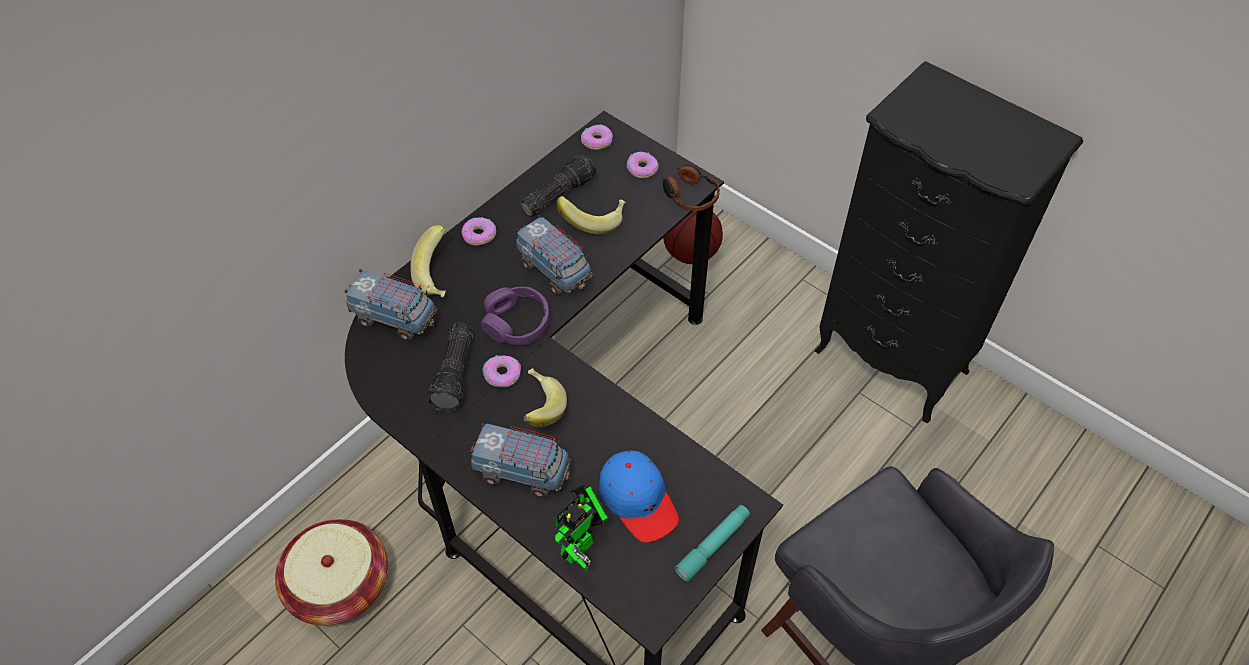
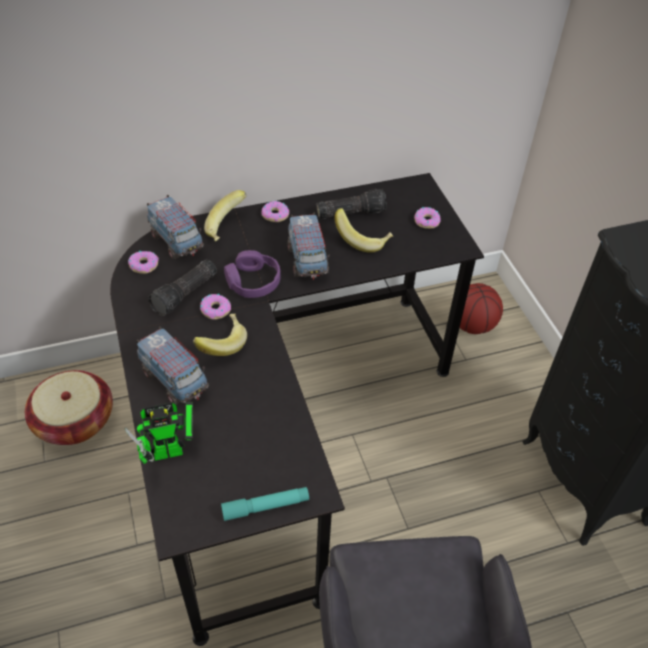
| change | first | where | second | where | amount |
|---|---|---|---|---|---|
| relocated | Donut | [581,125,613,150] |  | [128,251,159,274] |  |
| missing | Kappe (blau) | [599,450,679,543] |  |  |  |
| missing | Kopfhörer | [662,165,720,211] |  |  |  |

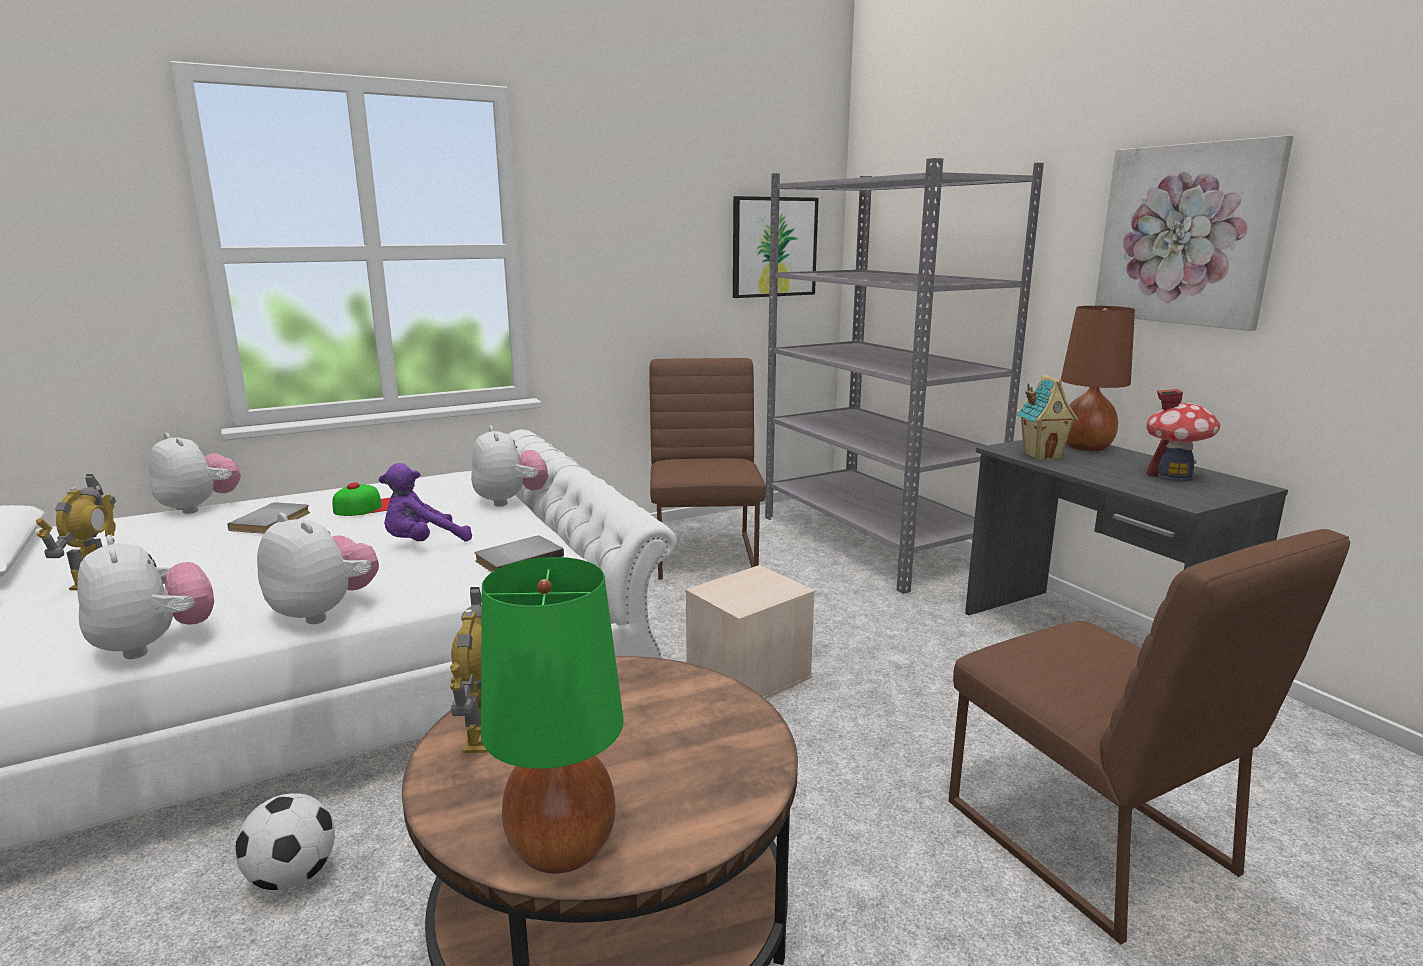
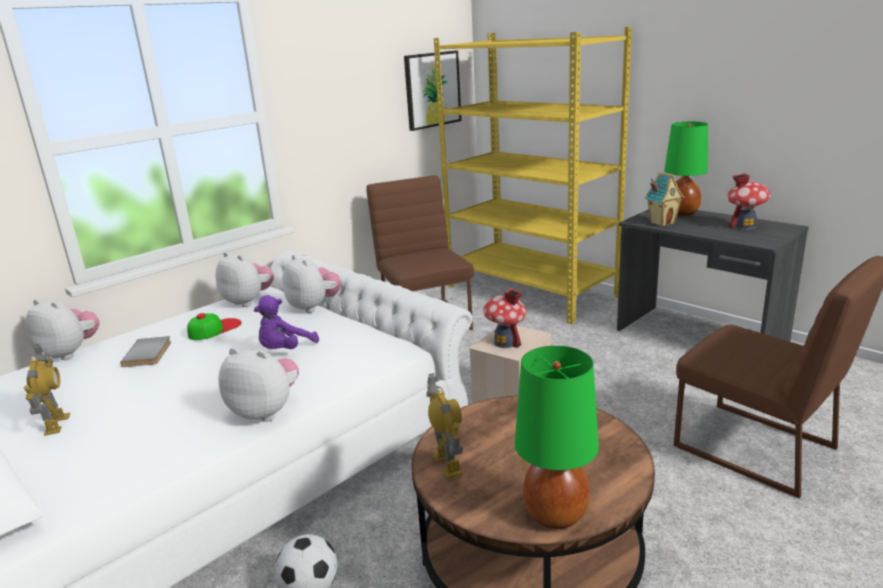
| change | first | where | second | where | amount |
|---|---|---|---|---|---|
| relocated | Plüschtier | [77,535,214,659] |  | [215,252,274,307] |  |
| missing | Buch (grau) | [475,536,564,572] |  |  |  |
| colour | Bücherregal (grau) | [765,158,1044,594] | Bücherregal (gelb) | [434,27,632,324] |  |
| colour | Tischlampe (braun) | [1061,306,1135,451] | Tischlampe (grün) | [664,122,708,216] |  |
| missing | Bild | [1095,135,1293,331] |  |  |  |
| appeared |  |  | Spielzeughaus | [483,288,526,348] |  |

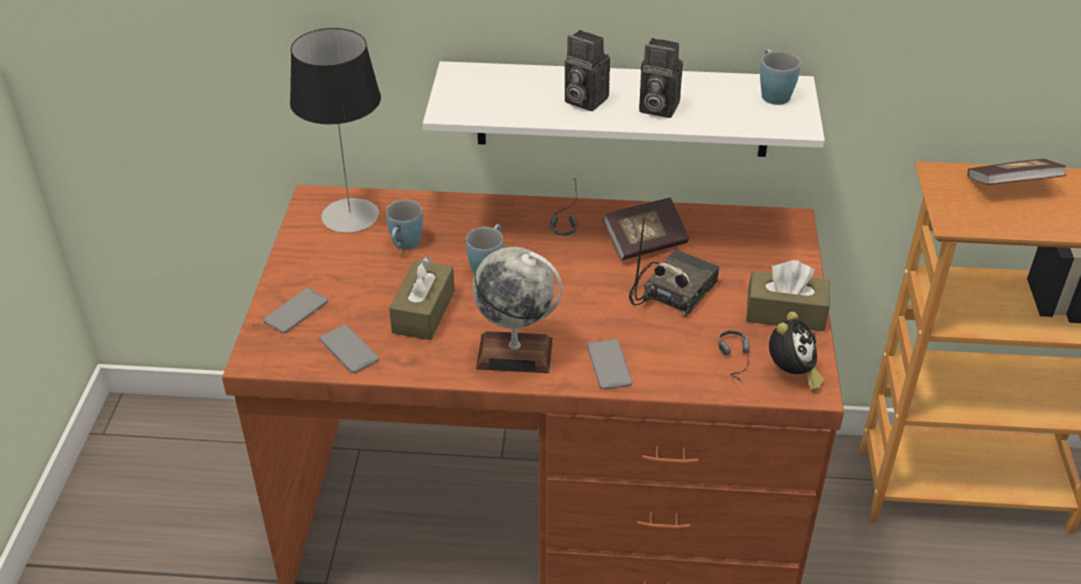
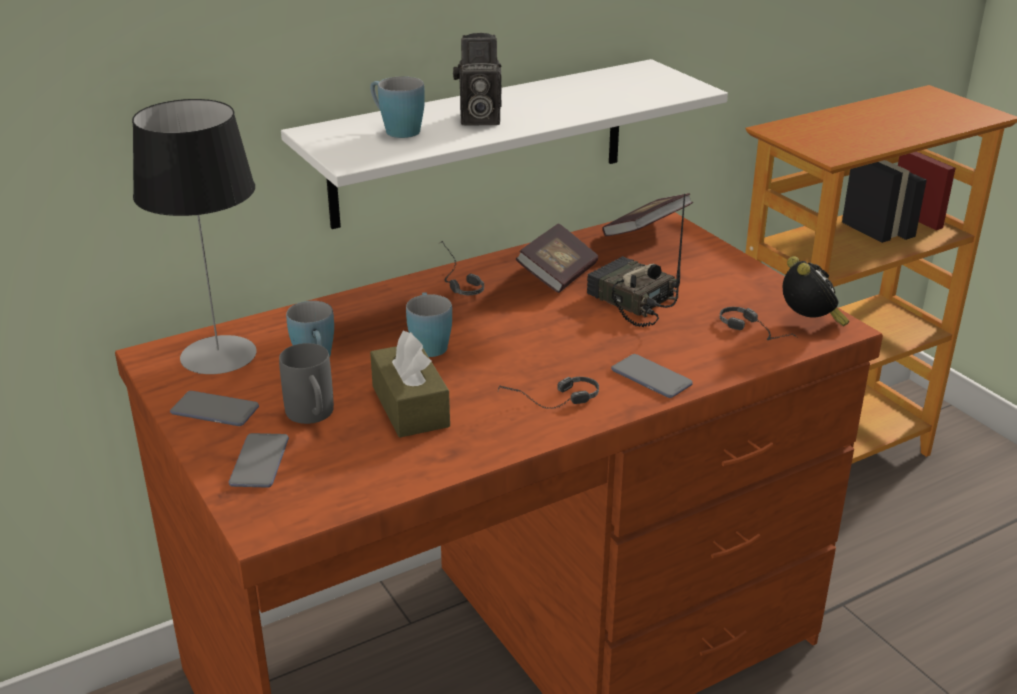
| change | first | where | second | where | amount |
|---|---|---|---|---|---|
| relocated | Handy | [319,325,379,373] |  | [170,391,259,426] |  |
| exchanged | Globus | [472,247,562,373] | Kopfhörer | [498,377,599,409] |  |
| spun | Radio | [629,217,719,317] |  | [587,194,685,327] | 45 degrees counterclockwise |
| missing | Kamera | [639,38,683,118] |  |  |  |
| missing | Taschentuchbox (braun) | [746,260,830,331] |  |  |  |
| relocated | Henkelbecher (blau) | [760,49,801,105] |  | [370,76,425,138] |  |
| relocated | Buch | [968,159,1067,185] |  | [602,193,693,236] |  |
| appeared |  |  | Henkelbecher (grau) | [279,343,334,424] |  |

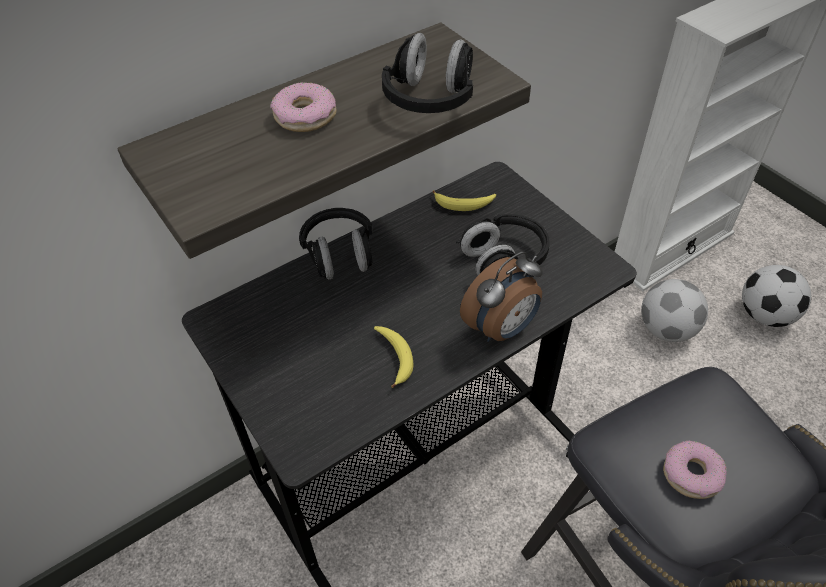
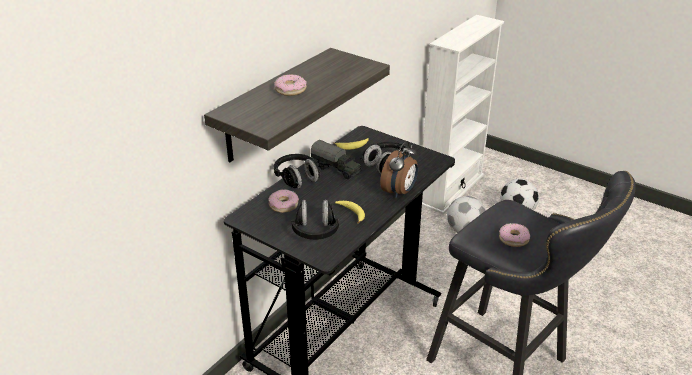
| change | first | where | second | where | amount |
|---|---|---|---|---|---|
| relocated | Kopfhörer (schwarz) | [382,33,473,113] |  | [292,200,339,240] |  |
| appeared |  |  | Donut | [268,189,299,213] |  |
| appeared |  |  | Spielzeuglaster | [310,140,362,179] |  |

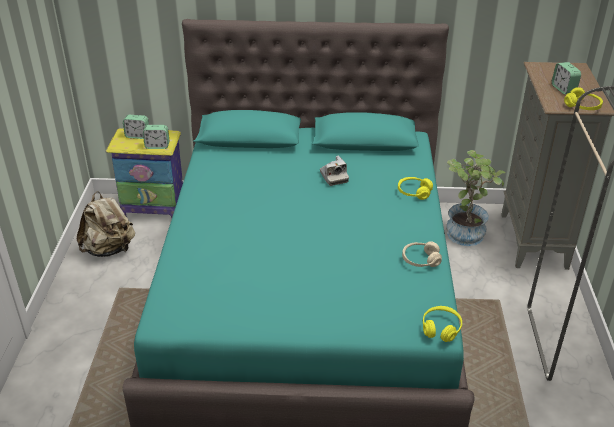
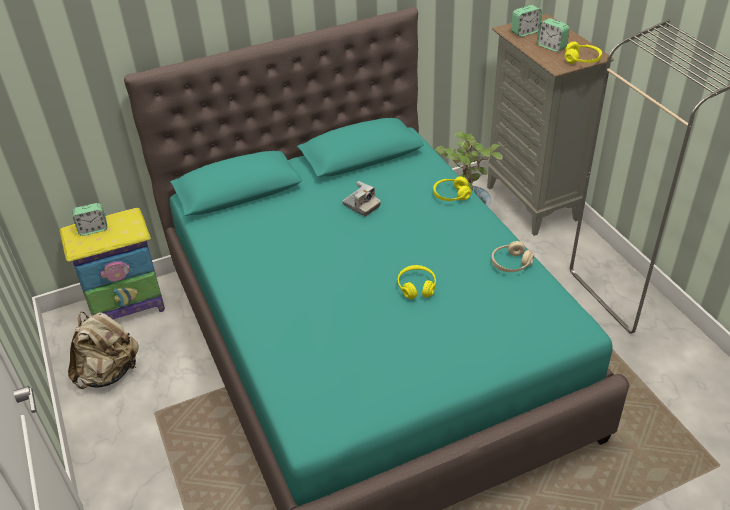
| change | first | where | second | where | amount |
|---|---|---|---|---|---|
| relocated | Wecker | [143,125,170,149] |  | [511,5,542,37] |  |
| relocated | Kopfhörer (gelb) | [423,306,462,342] |  | [397,265,436,299] |  |

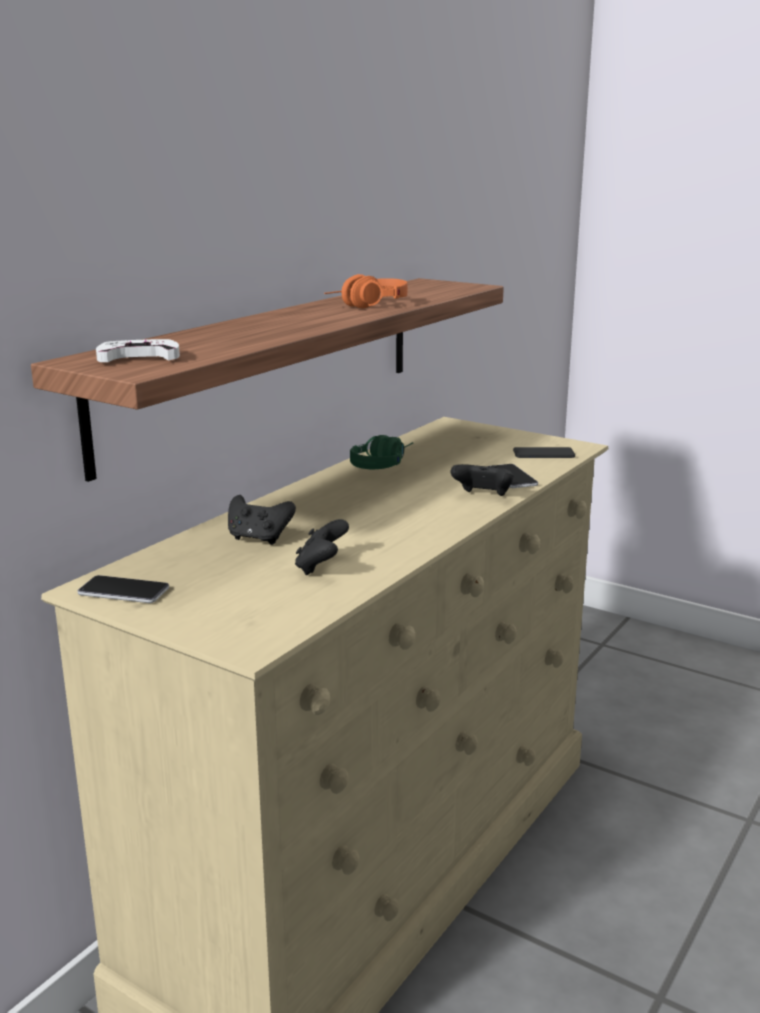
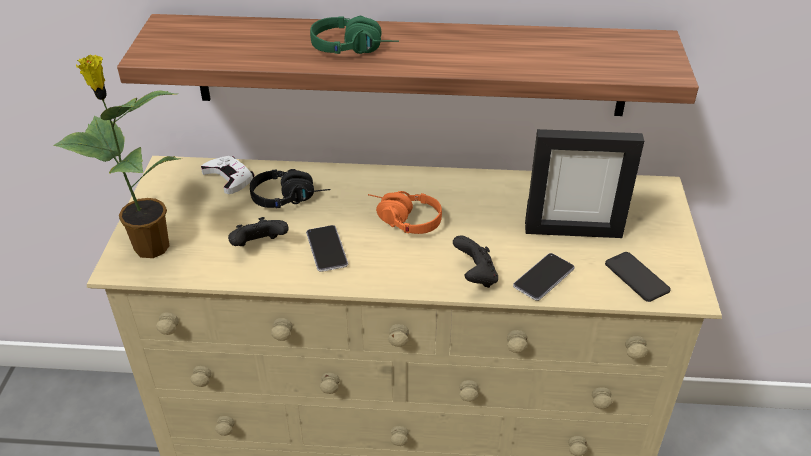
| change | first | where | second | where | amount |
|---|---|---|---|---|---|
| relocated | Handy | [78,575,169,603] |  | [306,225,348,272] |  |
| relocated | Gamepad (weiß) | [96,339,180,362] |  | [201,156,254,194] |  |
| exchanged | Gamepad (schwarz) | [228,495,296,545] | Kopfhörer (schwarz) | [250,169,331,208] |  |
| relocated | Kopfhörer (orange) | [324,274,408,308] |  | [368,191,442,234] |  |
| relocated | Kopfhörer (grün) | [350,435,413,469] |  | [310,16,399,54] |  |
| appeared |  |  | Topfpflanze | [53,55,182,258] |  |
| appeared |  |  | Bilderrahmen | [525,129,644,238] |  |

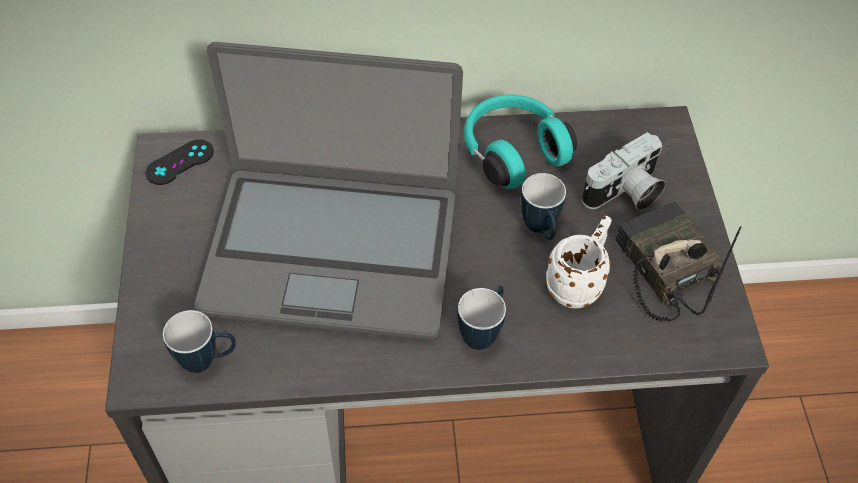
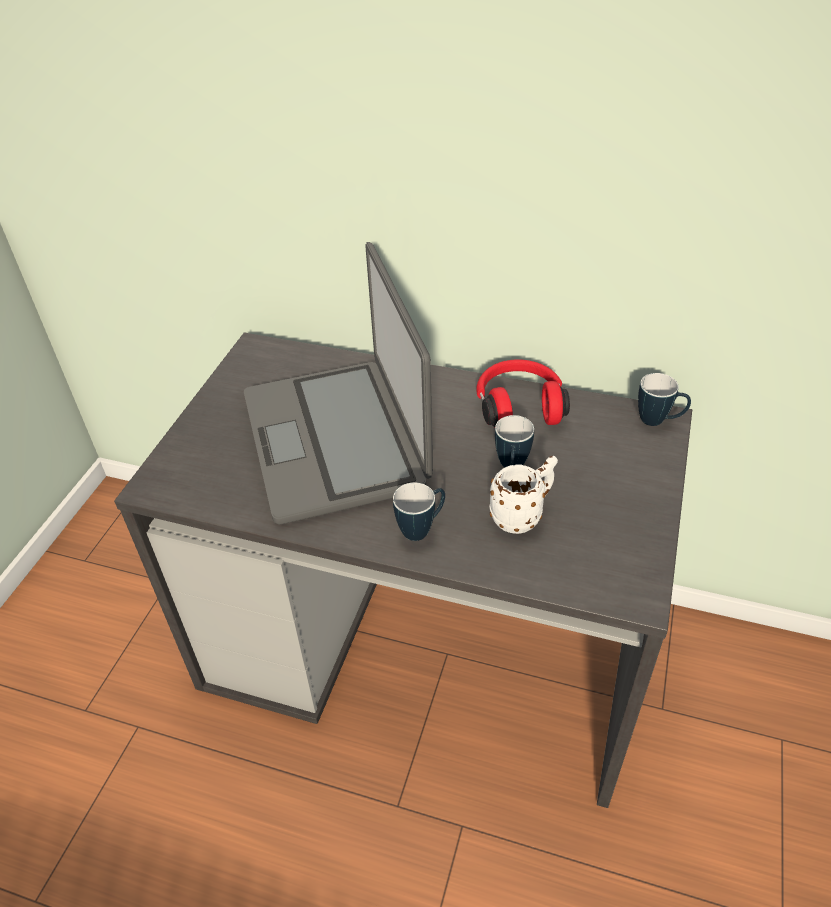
| change | first | where | second | where | amount |
|---|---|---|---|---|---|
| missing | Gamepad (schwarz) | [146,139,214,185] |  |  |  |
| relocated | Henkelbecher | [163,310,236,373] |  | [638,373,691,426] |  |
| spun | Laptop | [194,42,463,340] |  | [244,242,433,525] | 45 degrees clockwise |
| colour | Kopfhörer (türkis) | [464,94,577,189] | Kopfhörer (rot) | [476,359,570,427] |  |
| missing | Kamera | [582,132,666,210] |  |  |  |
| missing | Radio | [615,201,742,322] |  |  |  |

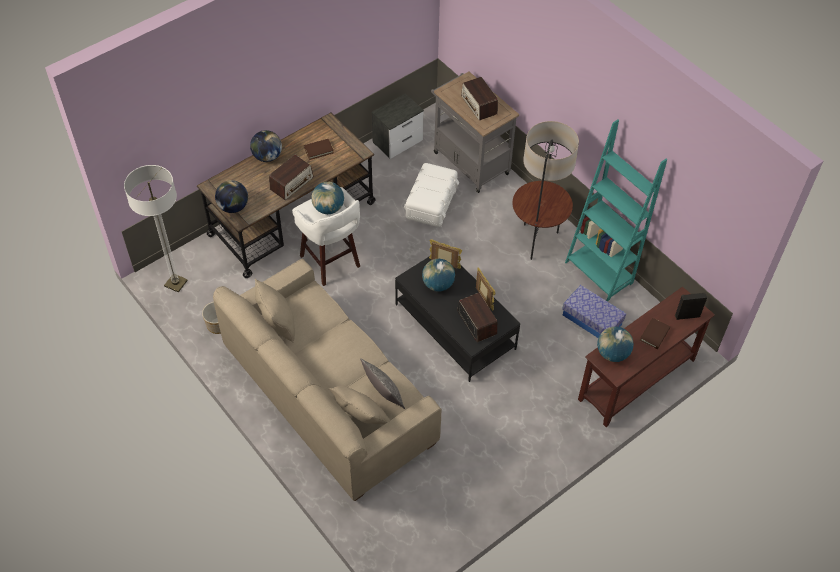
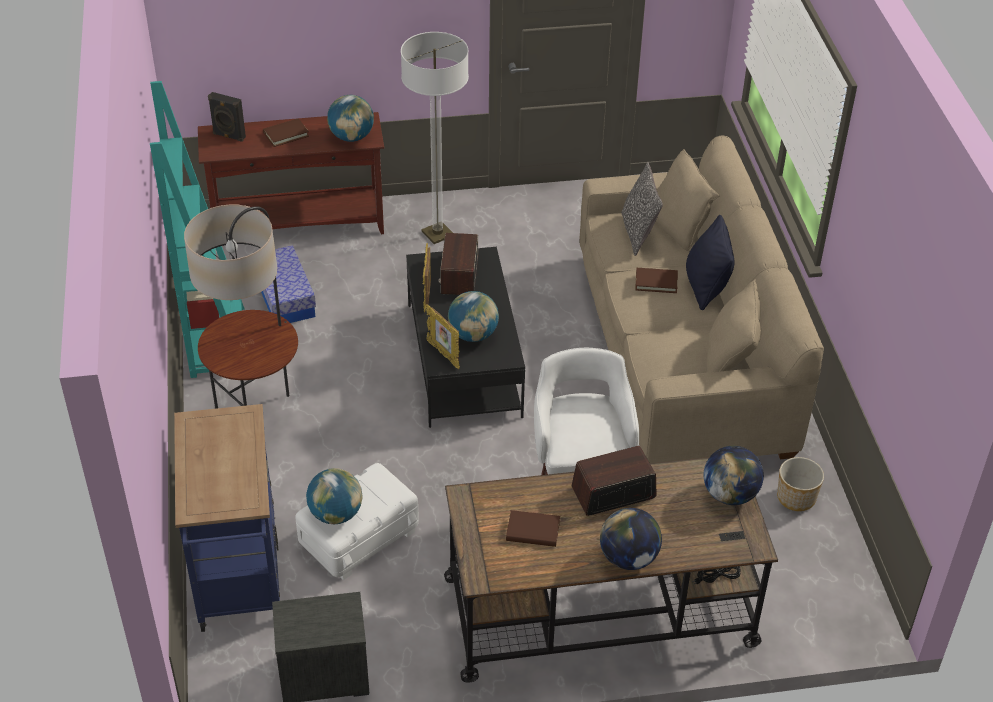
| change | first | where | second | where | amount |
|---|---|---|---|---|---|
| relocated | Stehlampe | [124,165,188,293] |  | [401,32,469,244] |  |
| relocated | Globus | [311,182,344,214] |  | [306,468,363,524] |  |
| colour | Rollwagen (grau) | [431,72,519,193] | Rollwagen (blau) | [174,404,280,632] |  |
| missing | Radio | [461,77,498,120] |  |  |  |
| appeared |  |  | Buch (braun) | [635,268,678,293] |  |
| appeared |  |  | Kissen (schwarz) | [686,215,735,310] |  |

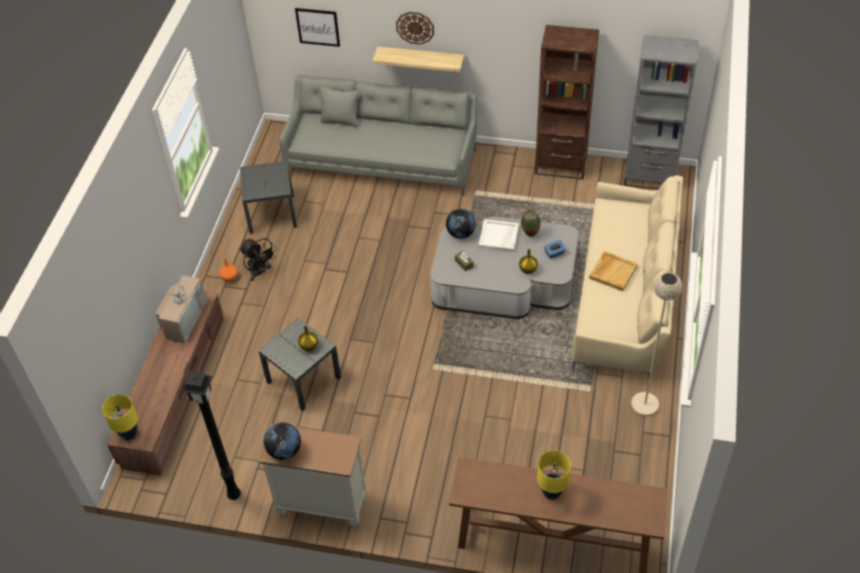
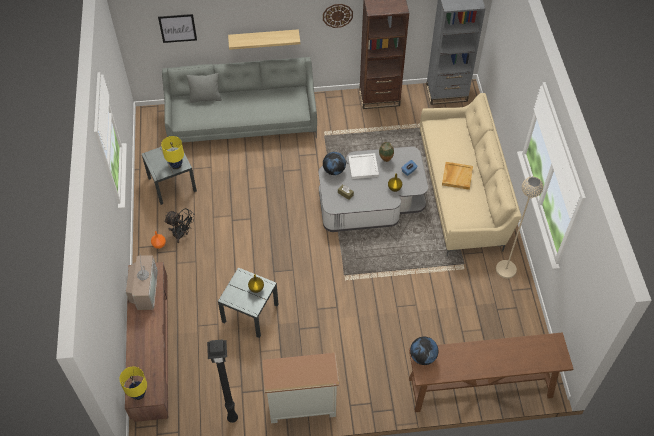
| change | first | where | second | where | amount |
|---|---|---|---|---|---|
| relocated | Globus | [264,423,301,460] |  | [410,337,438,365] |  |
| relocated | Wanduhr | [396,12,434,45] |  | [323,4,353,28] |  |
| relocated | Tischlampe (gelb) | [537,451,571,500] |  | [161,136,184,169] |  |

